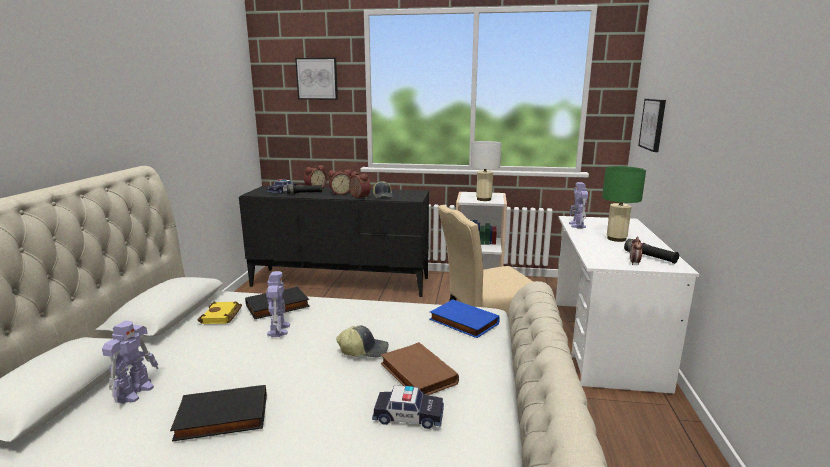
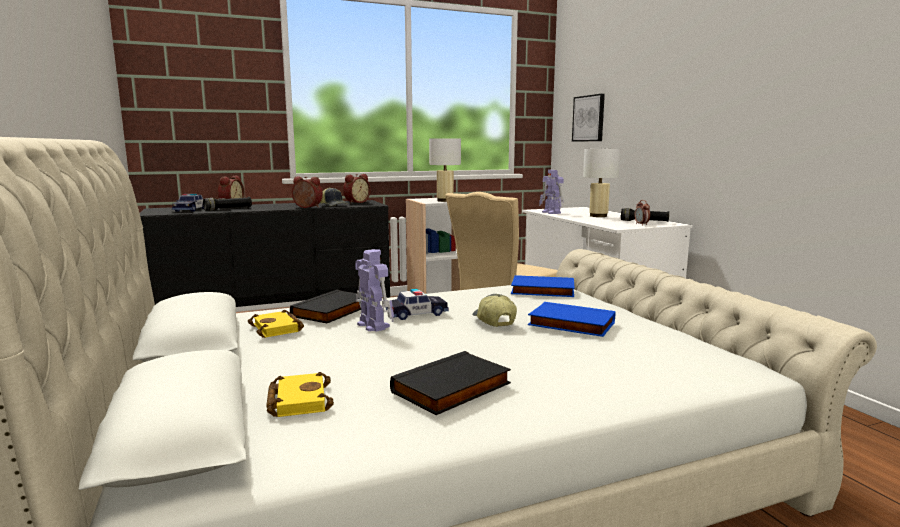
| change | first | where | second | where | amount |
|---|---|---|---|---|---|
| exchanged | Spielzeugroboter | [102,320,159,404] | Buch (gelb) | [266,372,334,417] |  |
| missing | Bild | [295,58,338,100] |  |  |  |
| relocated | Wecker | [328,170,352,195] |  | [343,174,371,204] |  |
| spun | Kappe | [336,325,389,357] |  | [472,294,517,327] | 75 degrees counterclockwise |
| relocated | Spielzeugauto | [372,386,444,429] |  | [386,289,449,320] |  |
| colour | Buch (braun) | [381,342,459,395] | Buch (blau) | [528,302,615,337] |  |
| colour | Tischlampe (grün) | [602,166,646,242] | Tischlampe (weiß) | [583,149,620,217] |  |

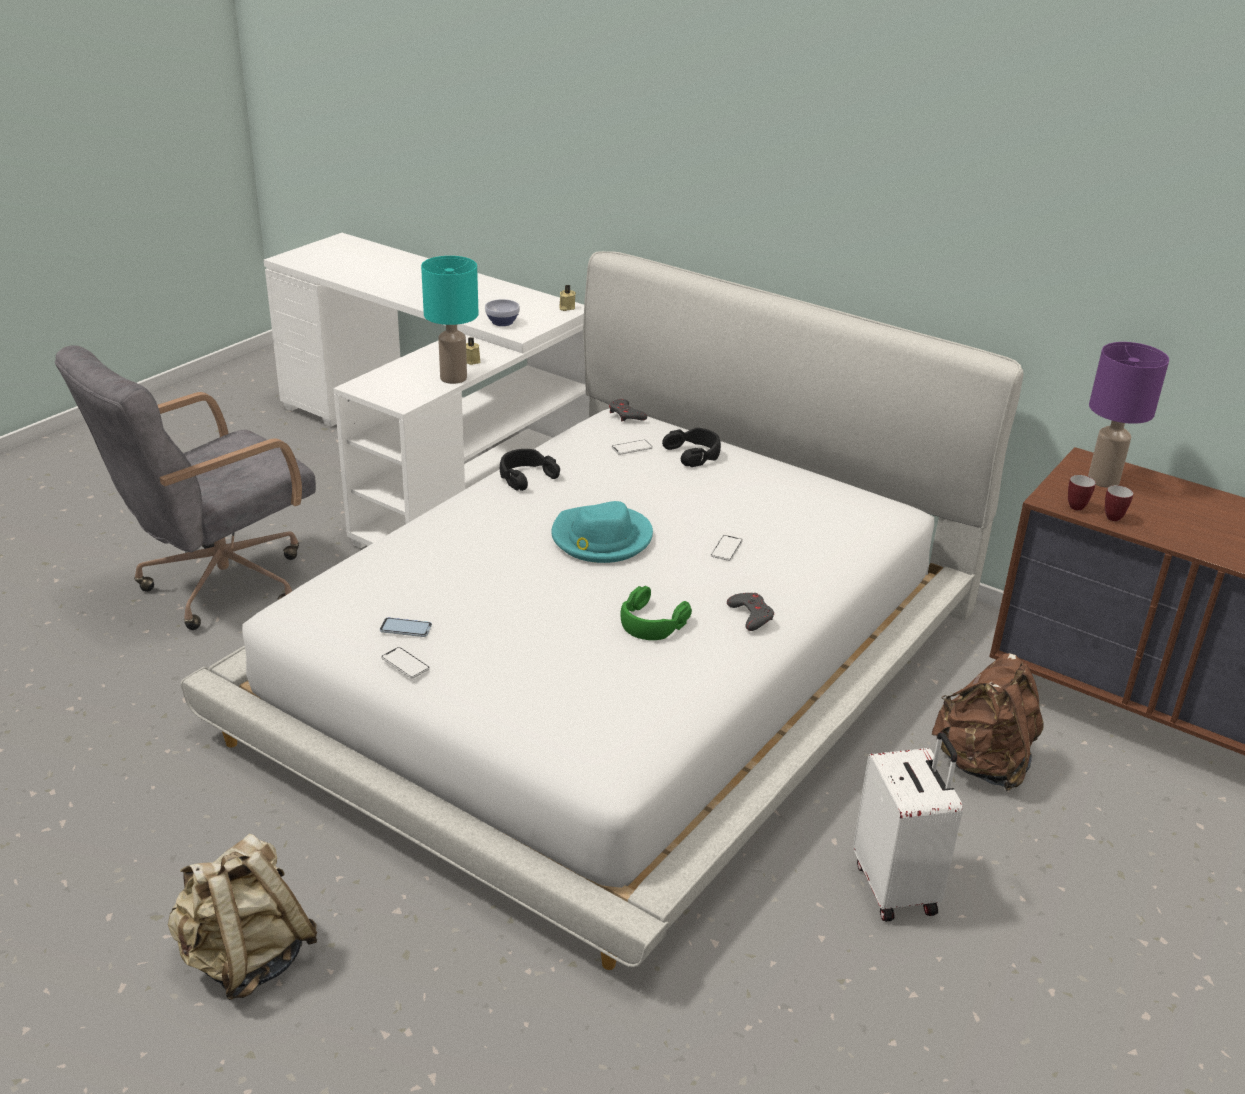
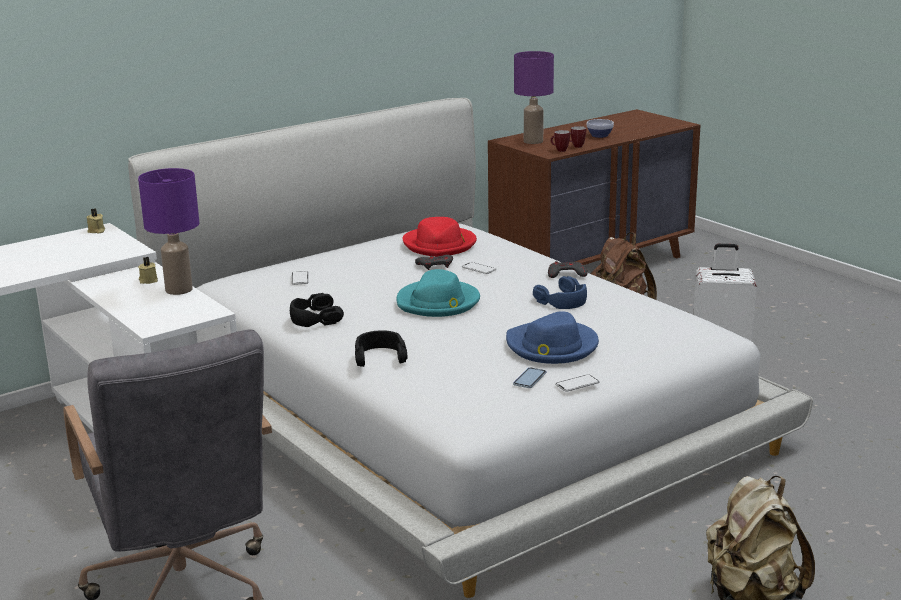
| change | first | where | second | where | amount |
|---|---|---|---|---|---|
| colour | Tischlampe (türkis) | [421,256,478,384] | Tischlampe (lila) | [138,168,199,295] |  |
| relocated | Schüssel | [485,299,520,326] |  | [587,119,614,138] |  |
| relocated | Gamepad (grau) | [609,399,647,422] |  | [415,255,453,270] |  |
| colour | Kopfhörer (grün) | [620,586,692,640] | Kopfhörer (blau) | [533,276,587,309] |  |
| relocated | Kopfhörer (schwarz) | [662,428,721,467] |  | [355,330,407,367] |  |
| appeared |  |  | Hut (rot) | [402,217,477,257] |  |
| appeared |  |  | Hut (blau) | [506,311,599,364] |  |

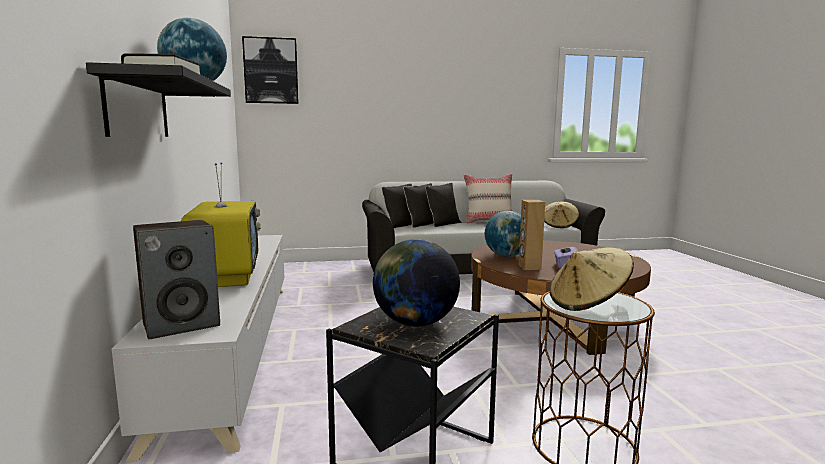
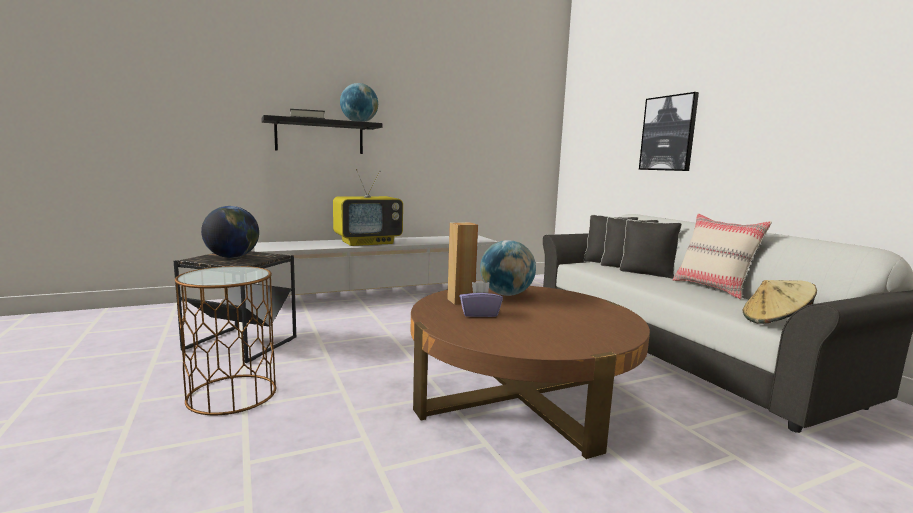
| change | first | where | second | where | amount |
|---|---|---|---|---|---|
| missing | Lautsprecher | [133,220,220,339] |  |  |  |
| relocated | Bild | [242,36,298,104] |  | [639,92,699,171] |  |
| missing | Hut (beige) | [550,247,634,311] |  |  |  |

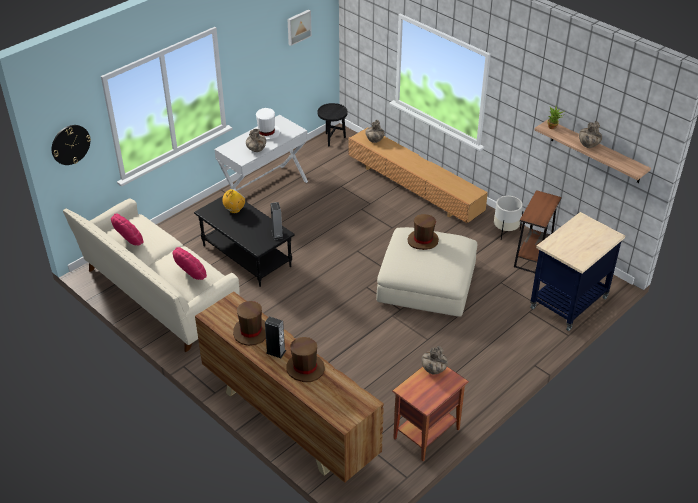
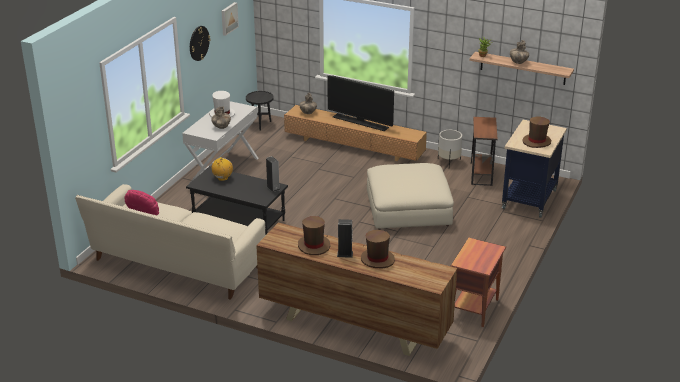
| change | first | where | second | where | amount |
|---|---|---|---|---|---|
| relocated | Wanduhr | [52,125,91,165] |  | [190,26,211,61] |  |
| missing | Kissen (rosa) | [173,247,207,280] |  |  |  |
| relocated | Hut (braun) | [407,214,439,250] |  | [522,117,551,148] |  |
| missing | Vase | [421,346,448,374] |  |  |  |
| appeared |  |  | Fernseher | [327,75,394,131] |  |

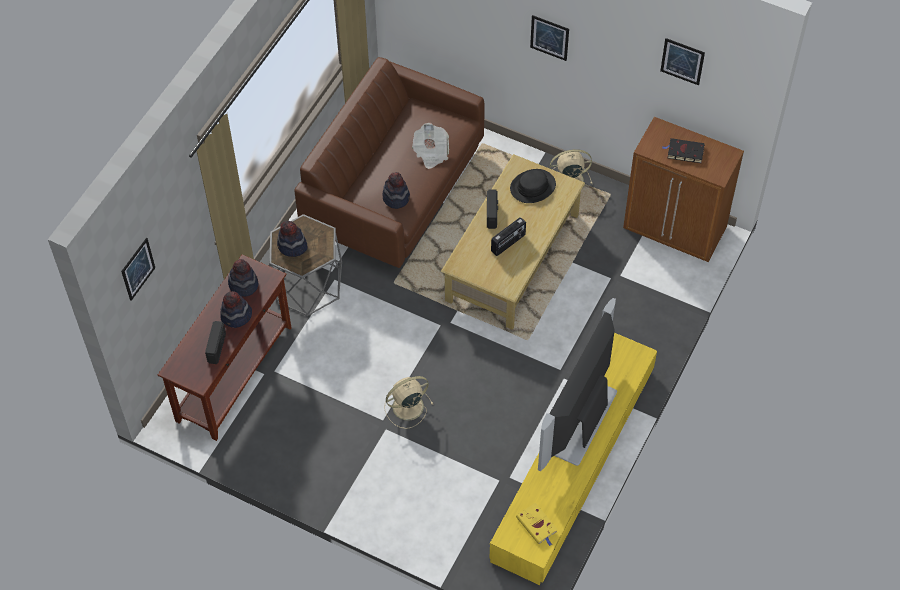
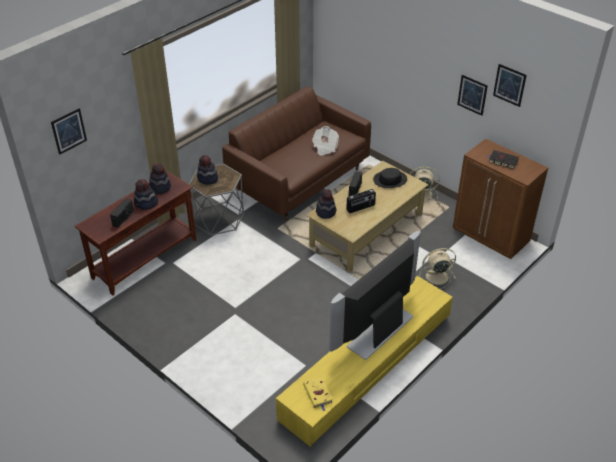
| change | first | where | second | where | amount |
|---|---|---|---|---|---|
| relocated | Hut | [382,172,410,209] |  | [316,189,336,219] |  |
| relocated | Ventilator (beige) | [384,376,433,429] |  | [420,248,456,289] |  |
| relocated | Bild | [530,15,569,61] |  | [457,75,488,116] |  |

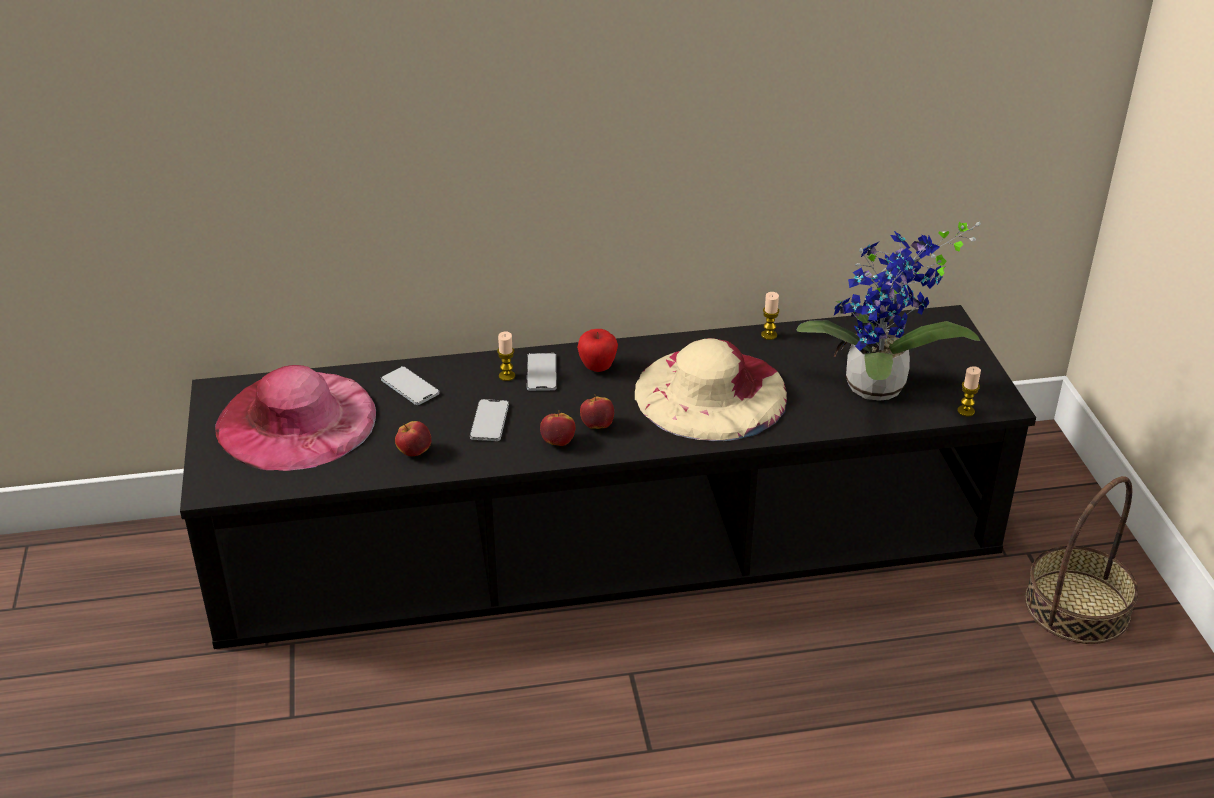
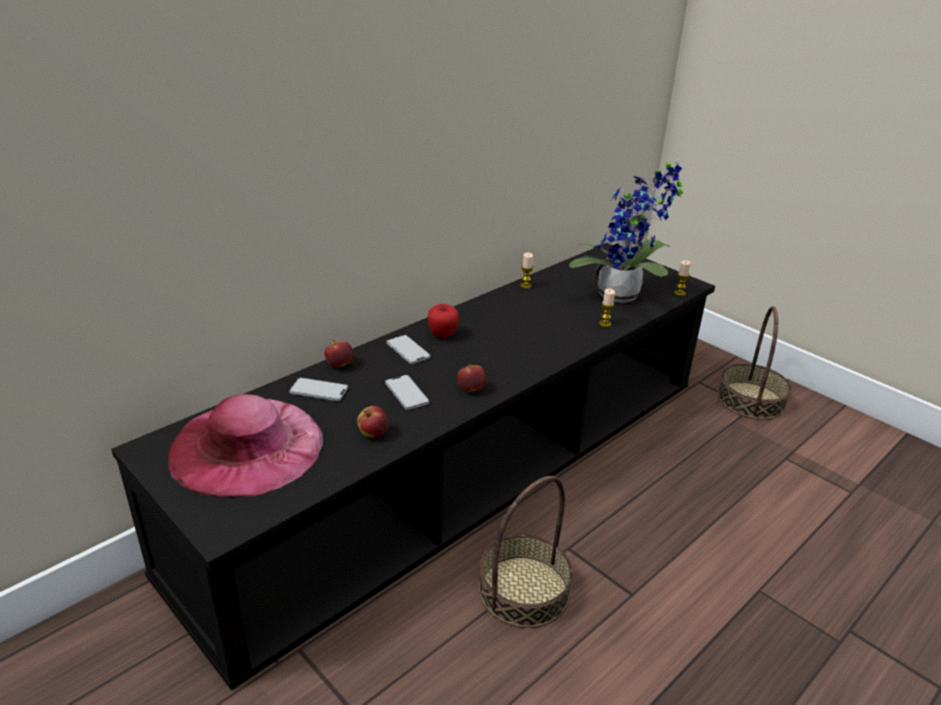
| change | first | where | second | where | amount |
|---|---|---|---|---|---|
| relocated | Kerze | [497,331,515,381] |  | [599,289,615,327] |  |
| relocated | Apfel | [580,394,614,429] |  | [324,340,353,368] |  |
| missing | Hut (beige) | [635,338,787,441] |  |  |  |
| appeared |  |  | Korb | [479,476,573,628] |  |

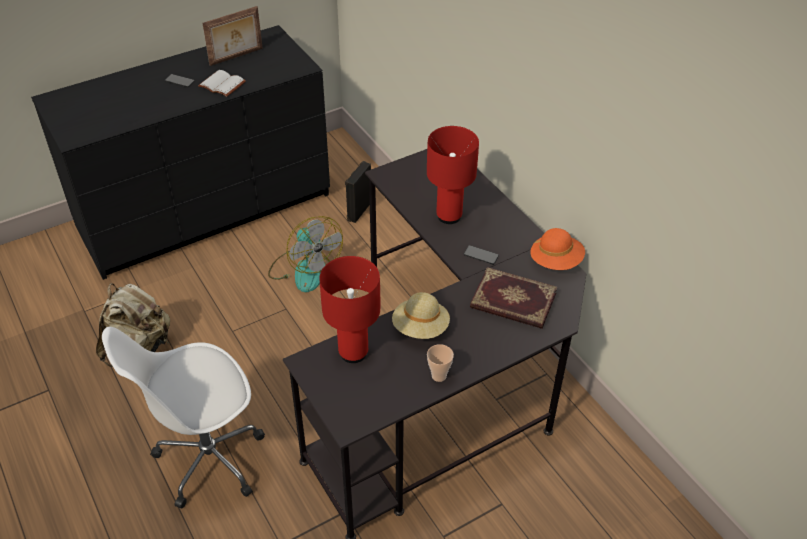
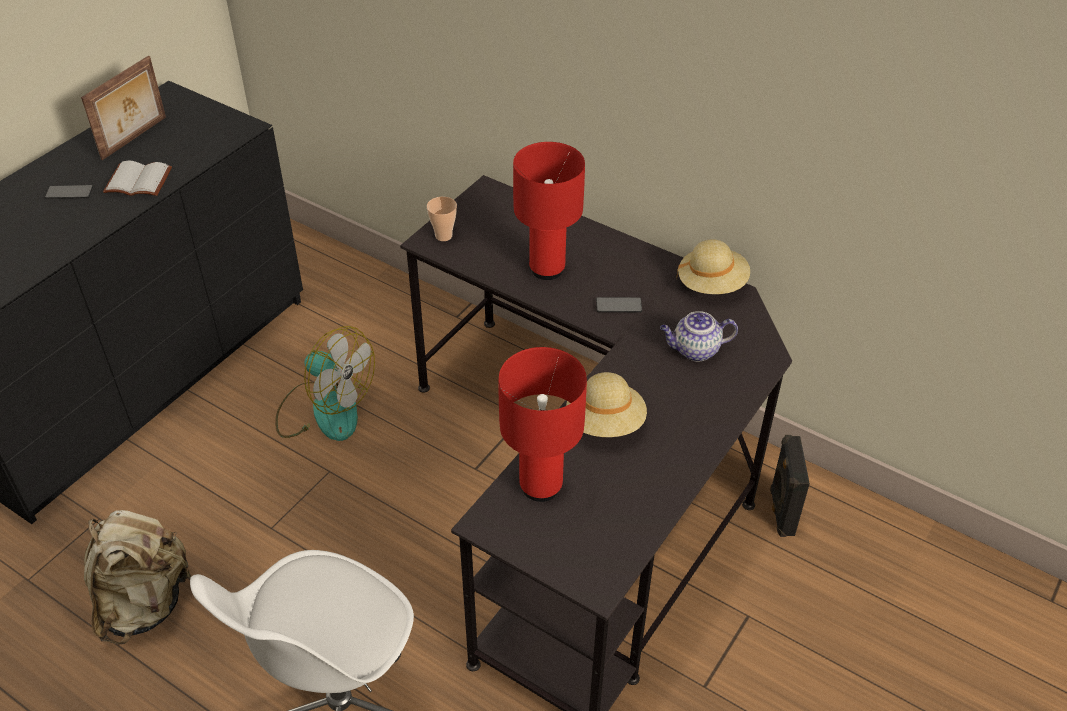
| change | first | where | second | where | amount |
|---|---|---|---|---|---|
| relocated | Lautsprecher (schwarz) | [345,161,371,223] |  | [770,435,810,537] |  |
| relocated | Tasse | [427,344,454,382] |  | [427,197,457,241] |  |
| exchanged | Buch | [470,267,557,329] | Teekanne | [660,311,738,361] |  |
| colour | Hut (orange) | [530,228,585,270] | Hut (beige) | [676,239,750,294] |  |

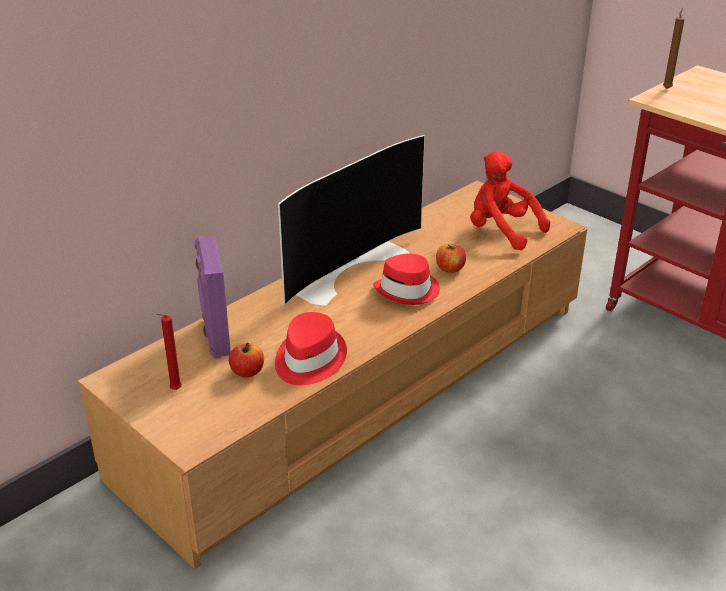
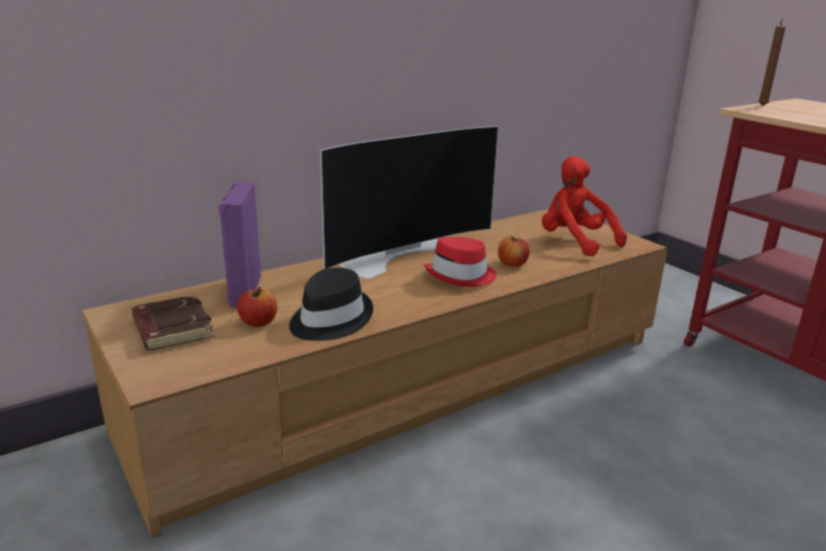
| change | first | where | second | where | amount |
|---|---|---|---|---|---|
| exchanged | Kerze (rot) | [156,313,182,390] | Buch (braun) | [132,295,215,351] |  |
| colour | Hut (rot) | [275,312,347,385] | Hut (schwarz) | [289,268,373,341] |  |

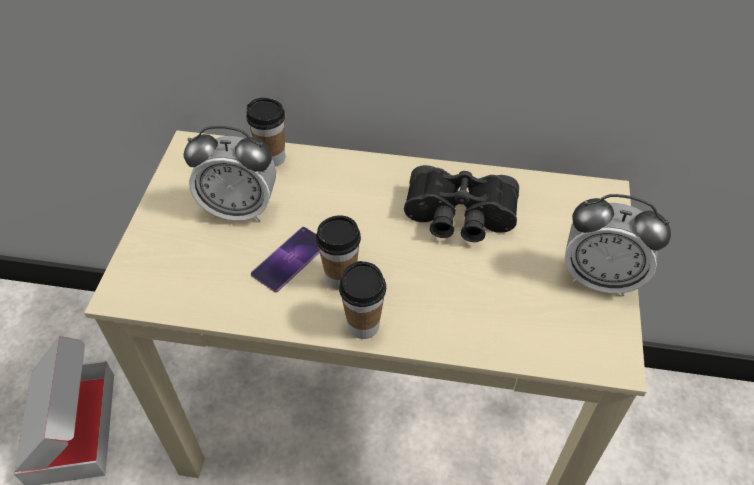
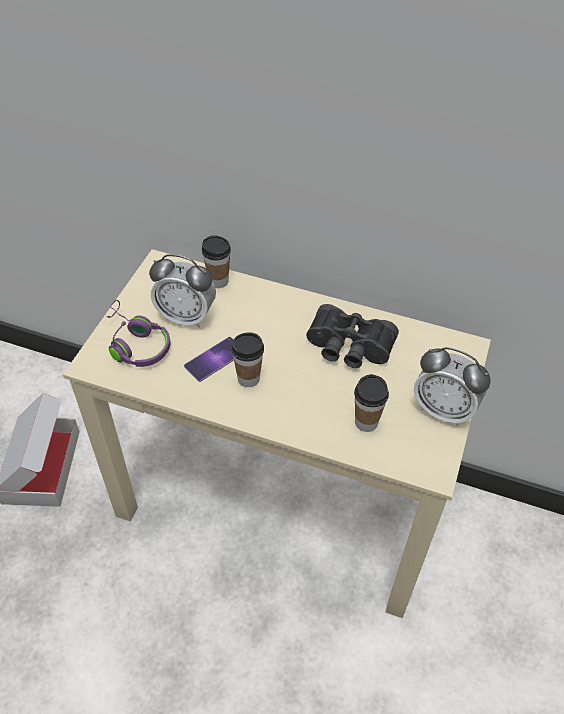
| change | first | where | second | where | amount |
|---|---|---|---|---|---|
| relocated | Tasse | [339,261,386,339] |  | [354,374,389,432] |  |
| appeared |  |  | Kopfhörer (lila) | [106,300,171,367] |  |

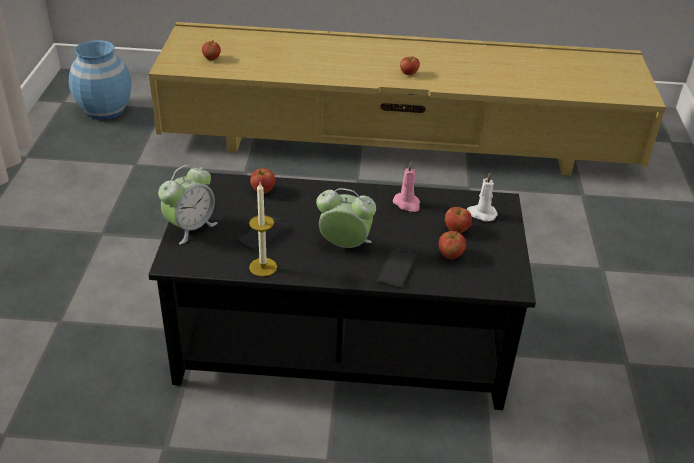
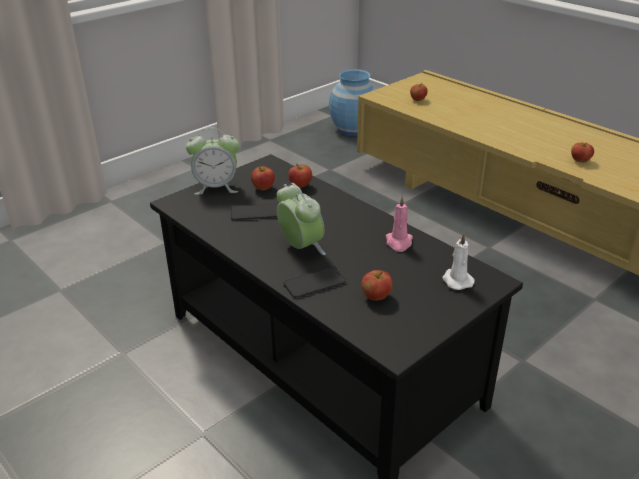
| change | first | where | second | where | amount |
|---|---|---|---|---|---|
| missing | Kerze | [249,183,277,277] |  |  |  |
| relocated | Apfel | [445,207,472,233] |  | [251,166,275,191] |  |

